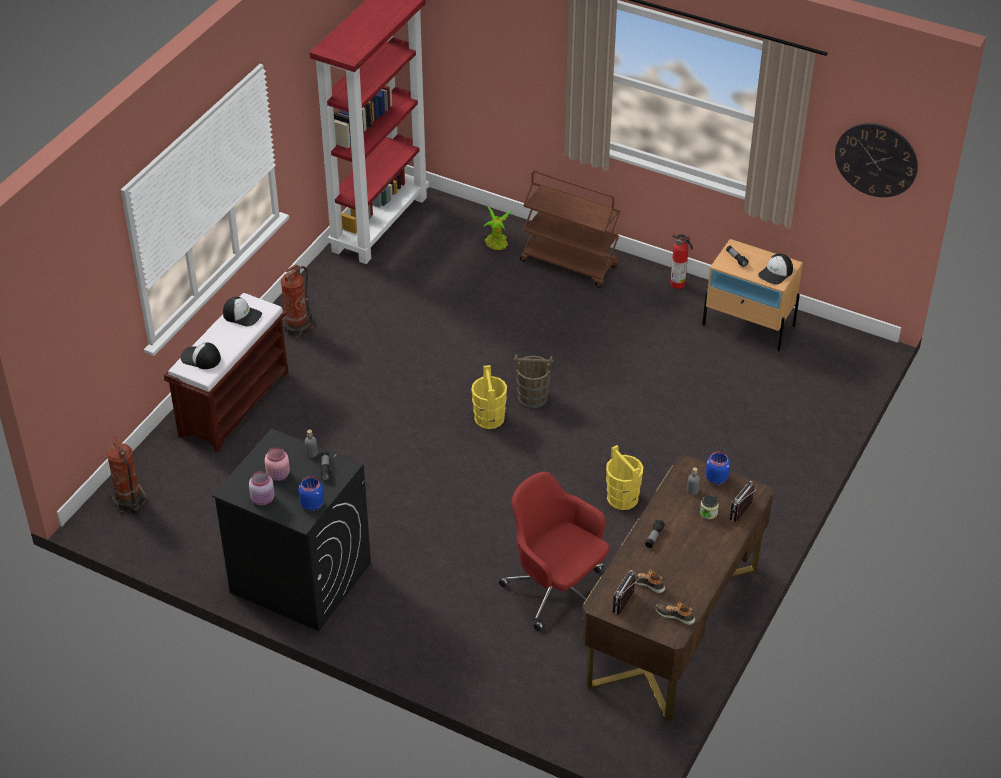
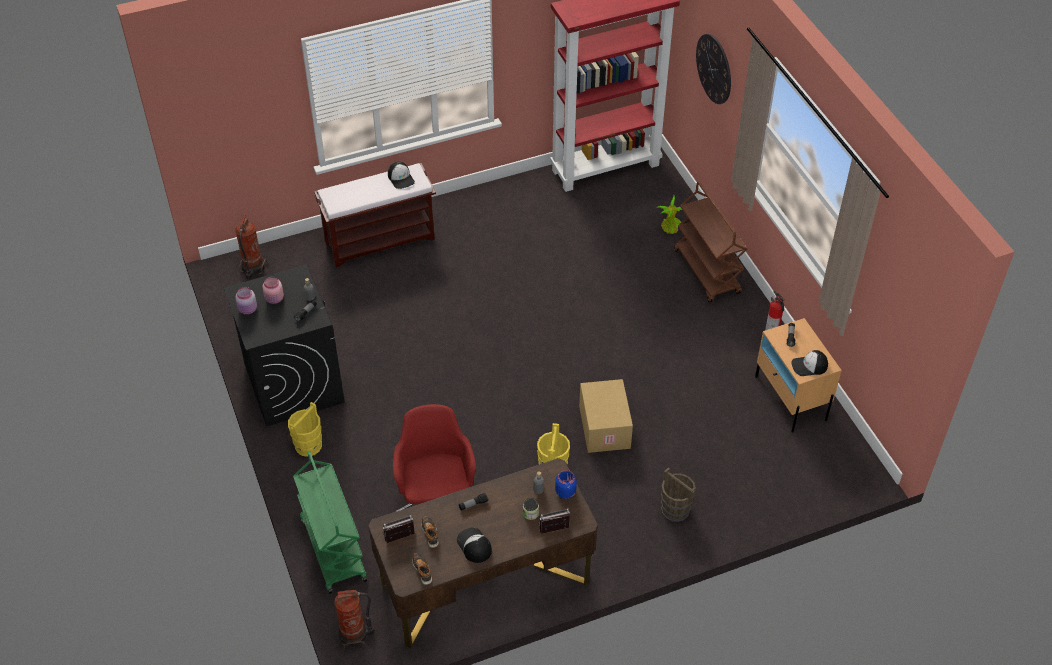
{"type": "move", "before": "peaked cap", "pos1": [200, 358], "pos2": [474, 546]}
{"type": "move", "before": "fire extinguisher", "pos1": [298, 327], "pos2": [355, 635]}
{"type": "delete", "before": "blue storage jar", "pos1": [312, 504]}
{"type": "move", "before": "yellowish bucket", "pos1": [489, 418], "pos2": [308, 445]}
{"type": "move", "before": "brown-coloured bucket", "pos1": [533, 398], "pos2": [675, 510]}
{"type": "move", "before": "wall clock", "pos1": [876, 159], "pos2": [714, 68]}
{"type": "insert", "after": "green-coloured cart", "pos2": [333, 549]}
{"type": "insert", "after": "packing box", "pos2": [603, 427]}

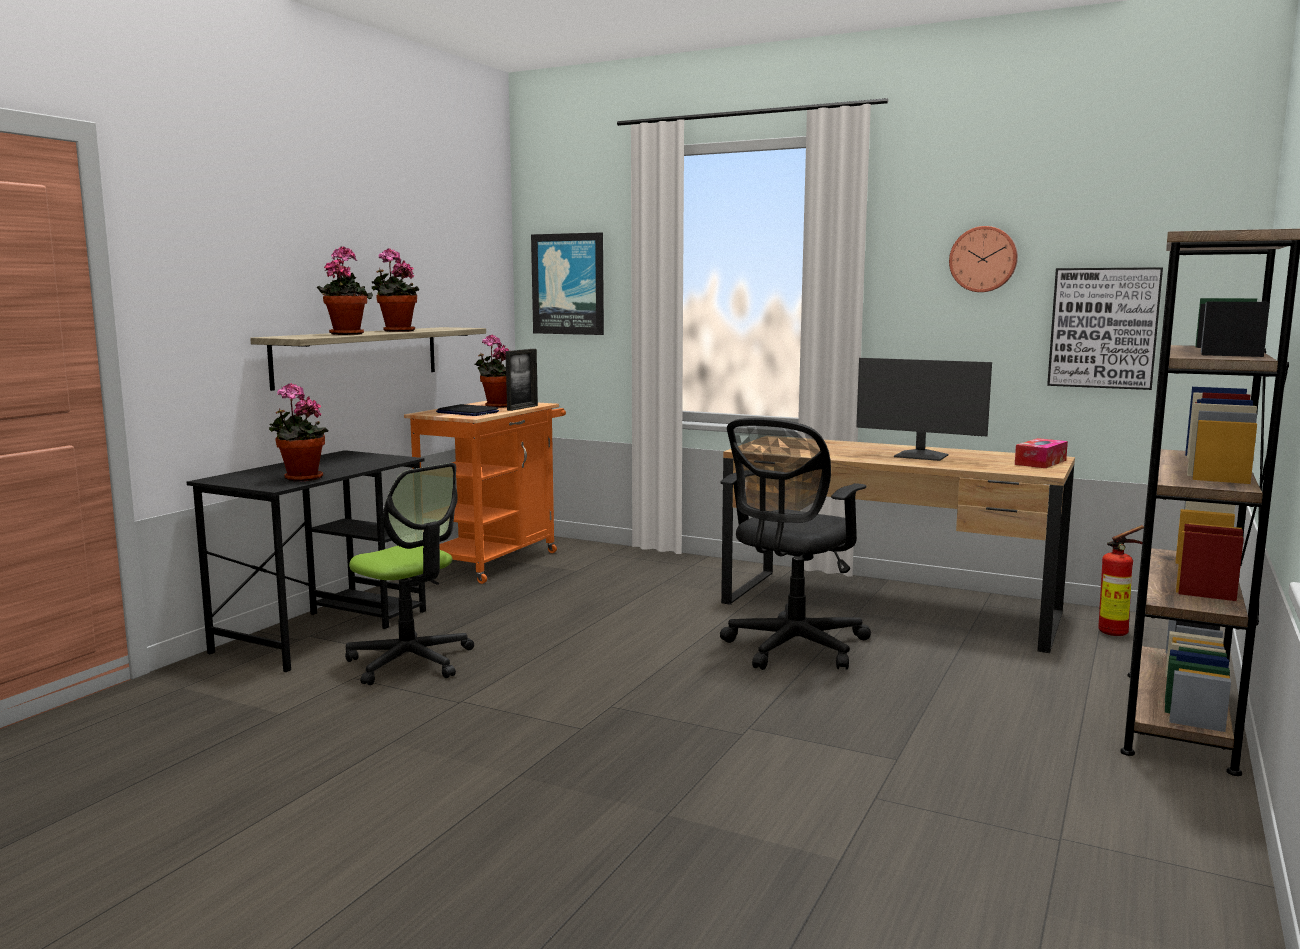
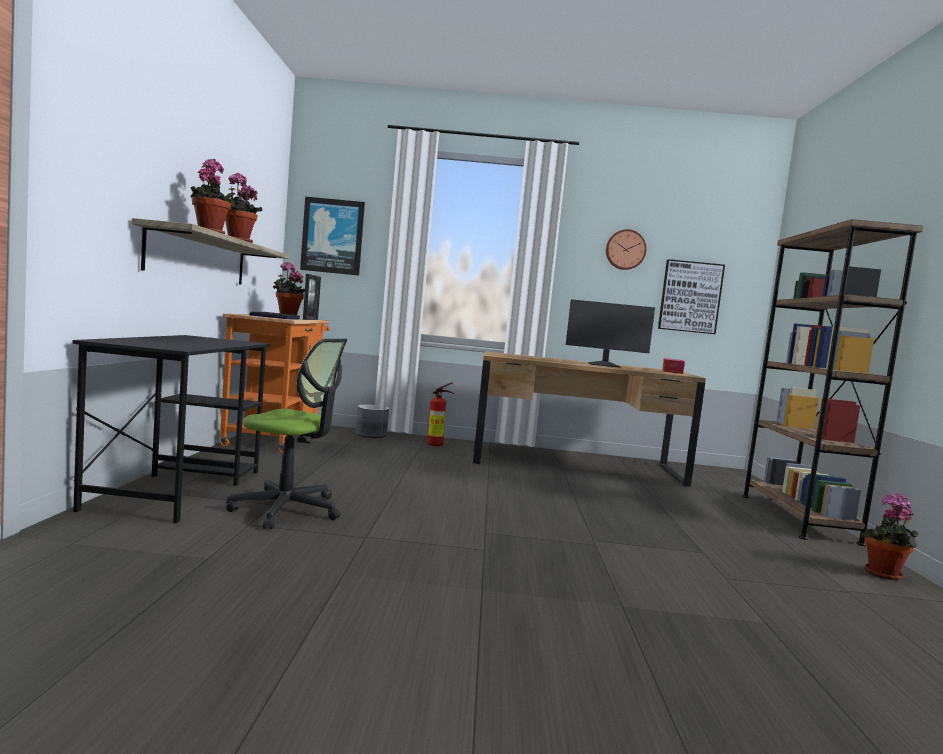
{"type": "move", "before": "plant in a pot", "pos1": [300, 478], "pos2": [884, 575]}
{"type": "delete", "before": "blackish desk chair", "pos1": [792, 649]}
{"type": "move", "before": "fire extinguisher", "pos1": [1117, 633], "pos2": [437, 445]}
{"type": "insert", "after": "grey flower pot", "pos2": [370, 434]}

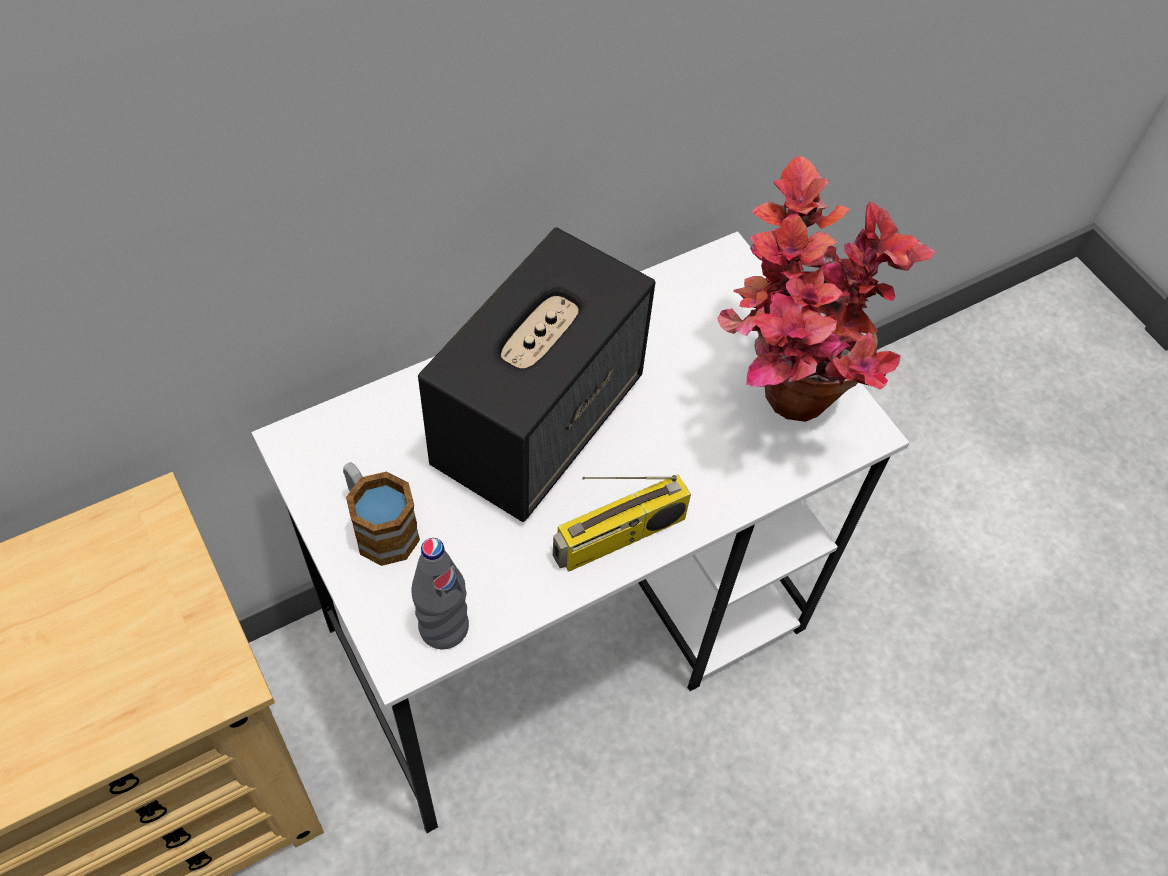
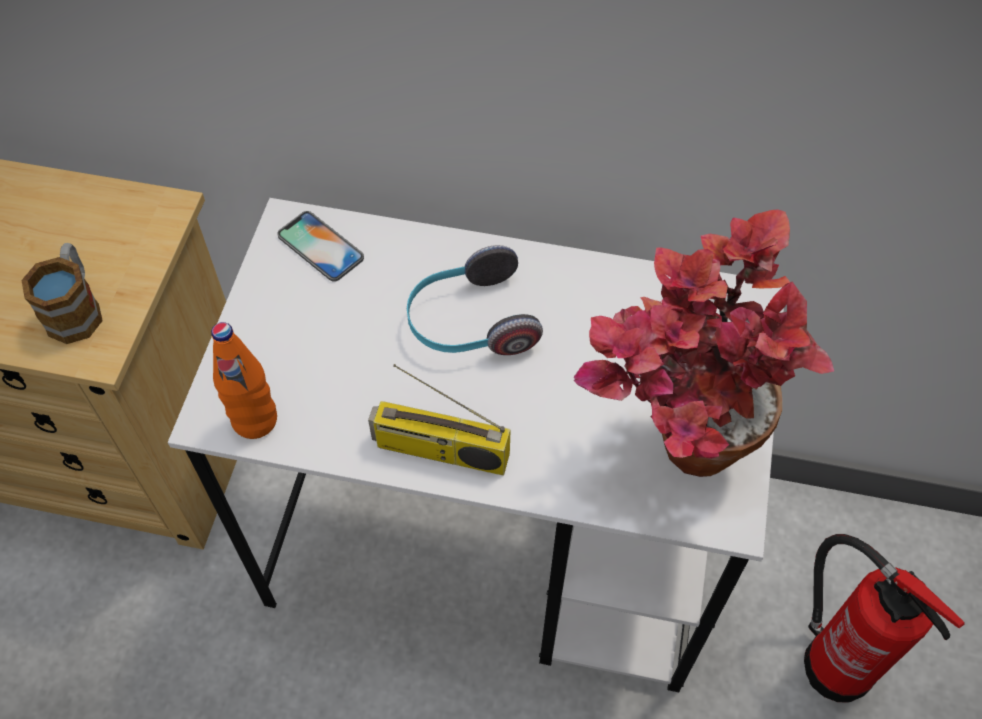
{"type": "move", "before": "tea mug", "pos1": [379, 526], "pos2": [76, 309]}
{"type": "recolor", "before": "grey drink bottle", "after": "orangey drink bottle", "pos1": [444, 628], "pos2": [255, 420]}
{"type": "replace", "before": "loudspeaker", "after": "headphones", "pos1": [539, 420], "pos2": [469, 323]}
{"type": "insert", "after": "telephone", "pos2": [320, 246]}
{"type": "insert", "after": "fire extinguisher", "pos2": [833, 660]}

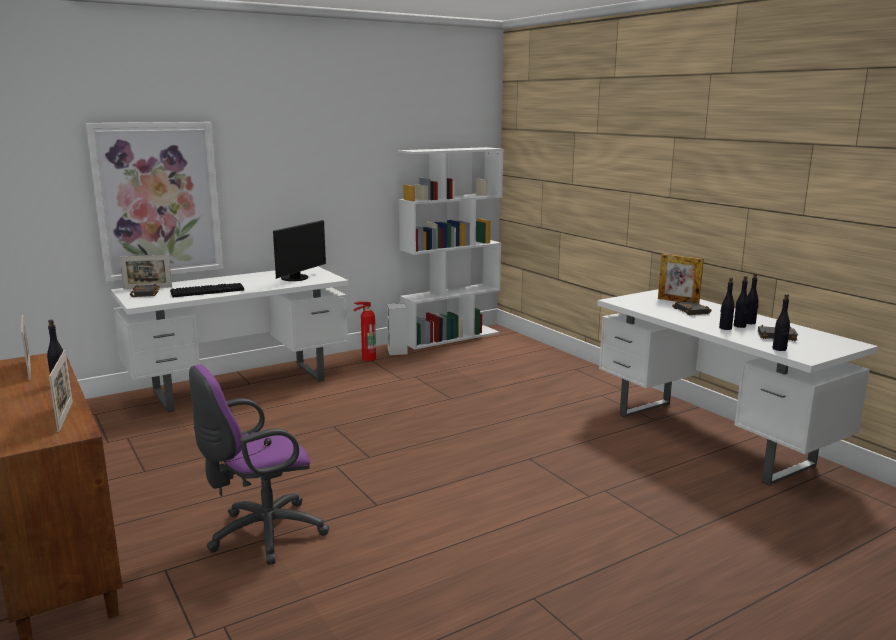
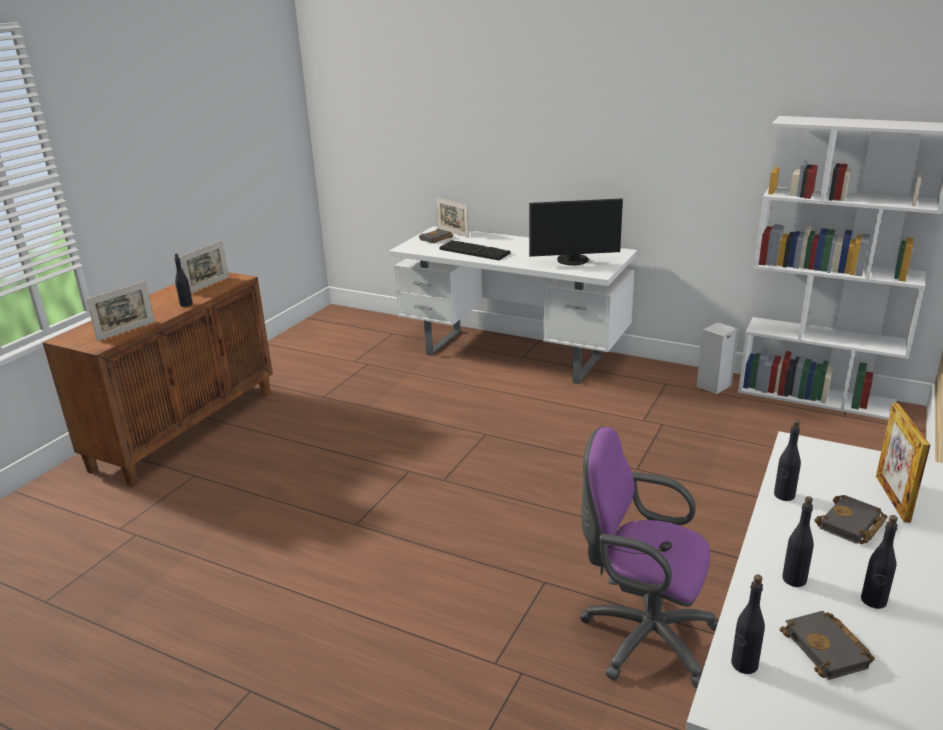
{"type": "delete", "before": "picture", "pos1": [158, 200]}
{"type": "move", "before": "purplish desk chair", "pos1": [261, 534], "pos2": [641, 636]}
{"type": "delete", "before": "fire extinguisher", "pos1": [367, 359]}
{"type": "move", "before": "blackish drink bottle", "pos1": [739, 326], "pos2": [784, 495]}

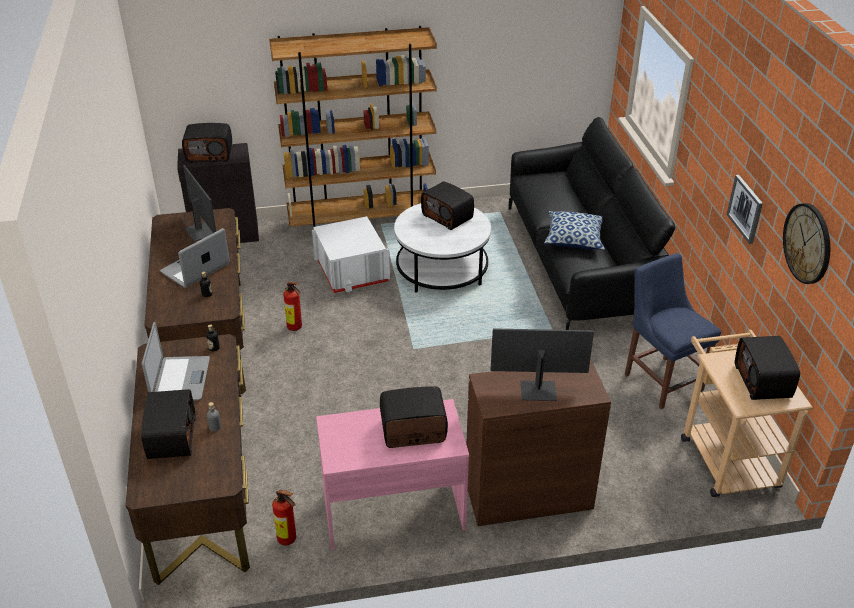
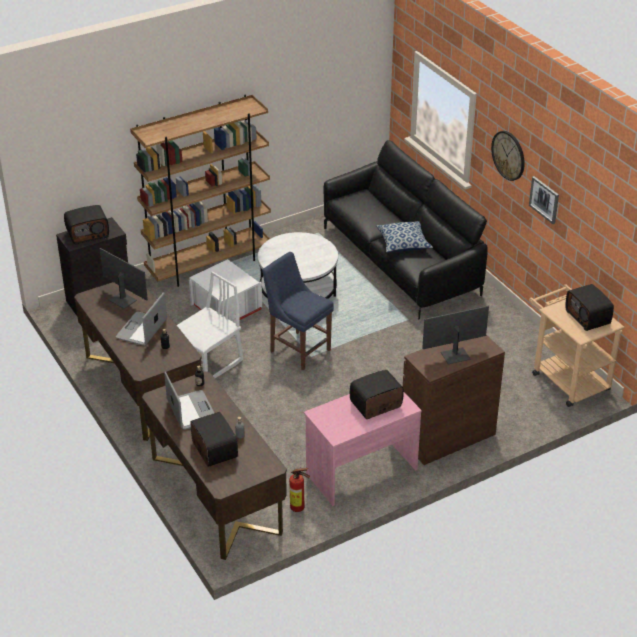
{"type": "replace", "before": "fire extinguisher", "after": "white plain chair", "pos1": [295, 328], "pos2": [209, 362]}
{"type": "delete", "before": "radio", "pos1": [448, 216]}
{"type": "move", "before": "blue plain chair", "pos1": [661, 380], "pos2": [298, 349]}
{"type": "move", "before": "wall clock", "pos1": [807, 243], "pos2": [508, 155]}

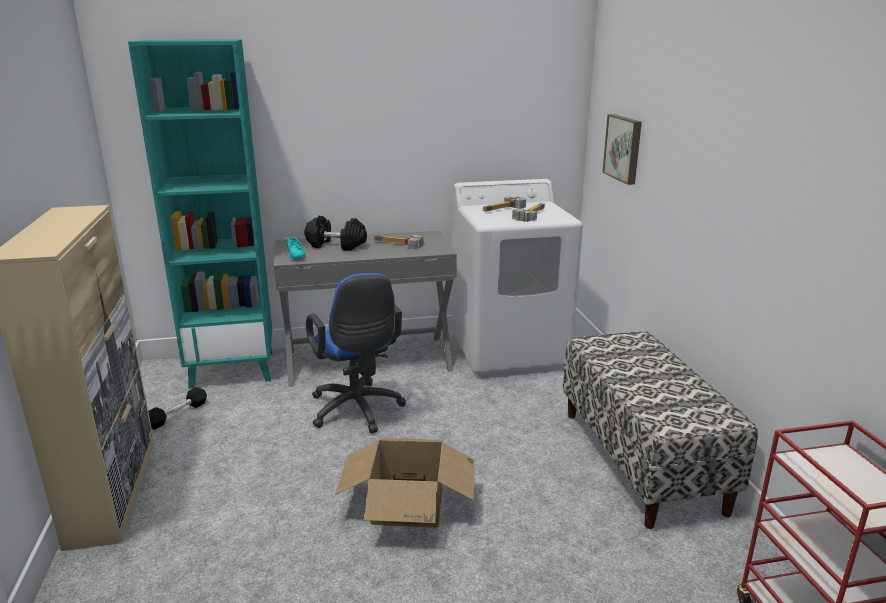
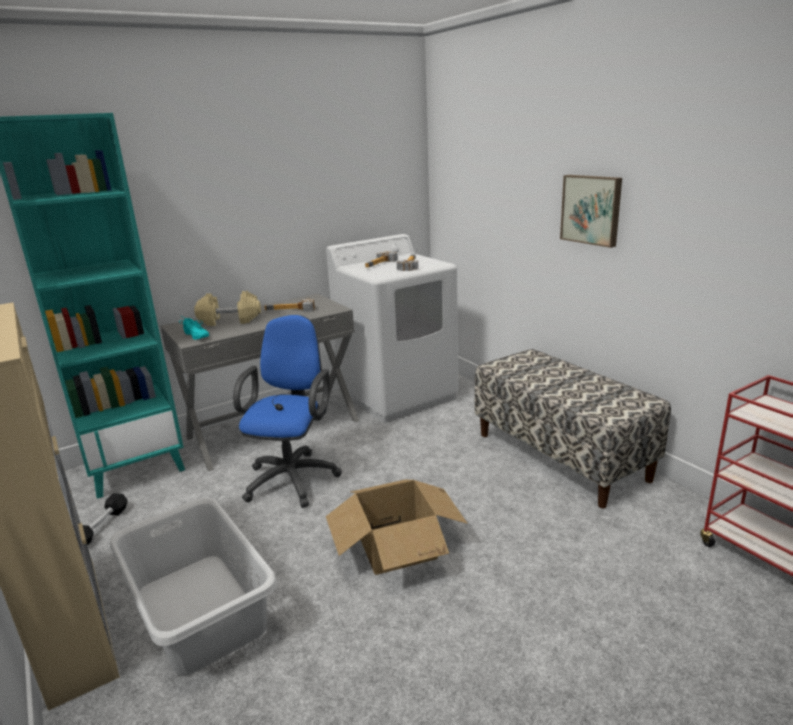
{"type": "recolor", "before": "blackish hand weight", "after": "beige-coloured hand weight", "pos1": [336, 245], "pos2": [229, 321]}
{"type": "rotate", "before": "blue desk chair", "pos1": [357, 411], "pos2": [294, 477], "turn": -120}
{"type": "move", "before": "picture", "pos1": [624, 148], "pos2": [591, 209]}
{"type": "insert", "after": "grey washing basket", "pos2": [199, 611]}

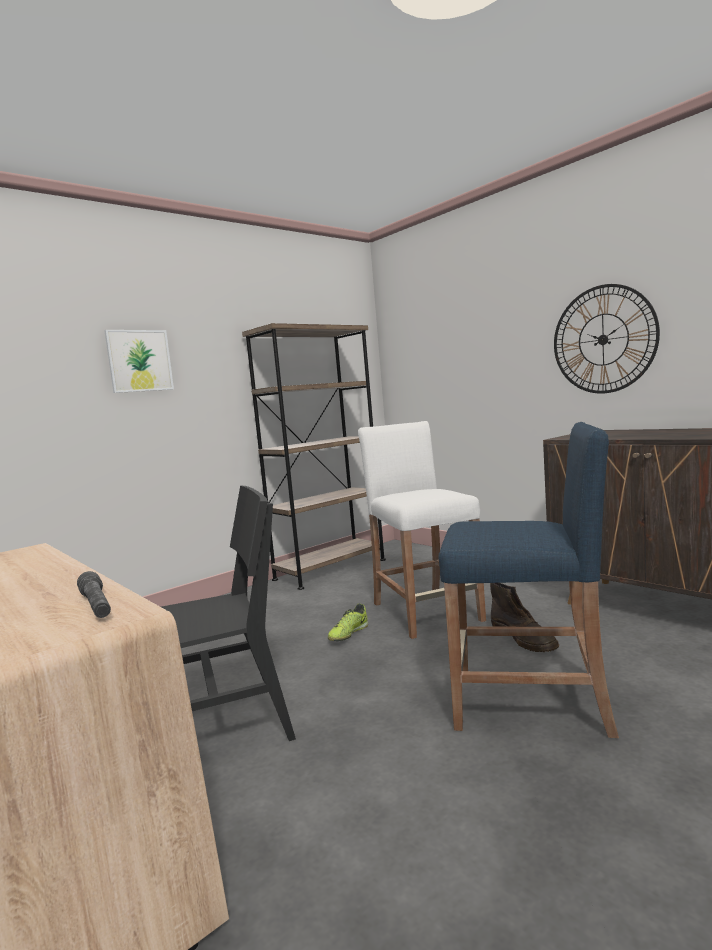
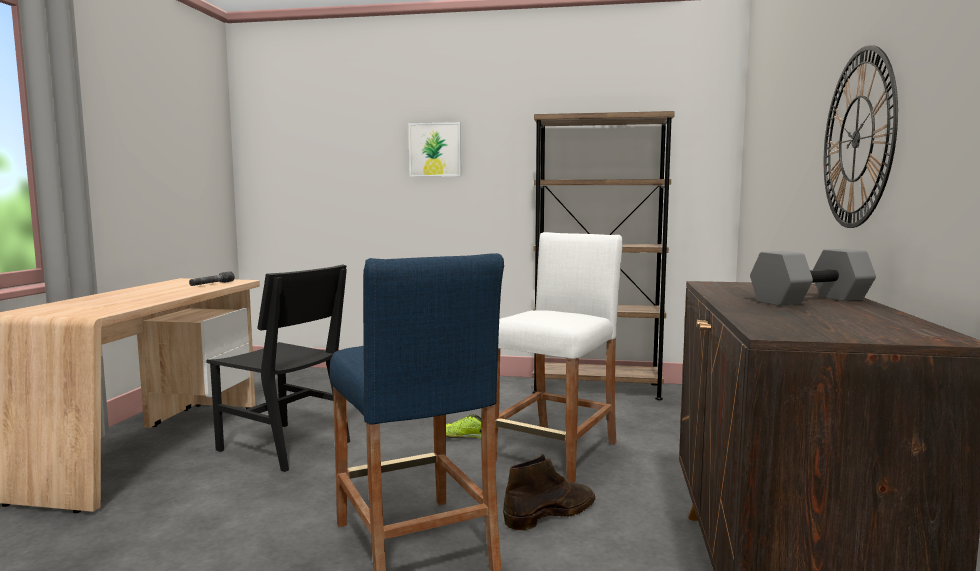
{"type": "move", "before": "grey hand torch", "pos1": [96, 605], "pos2": [211, 284]}
{"type": "rotate", "before": "brown-coloured high-top boot", "pos1": [524, 639], "pos2": [551, 513], "turn": -150}
{"type": "insert", "after": "grey hand weight", "pos2": [810, 300]}

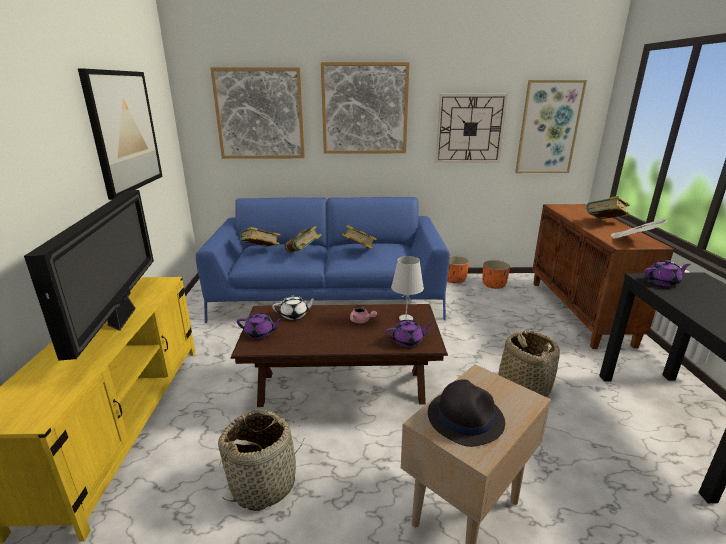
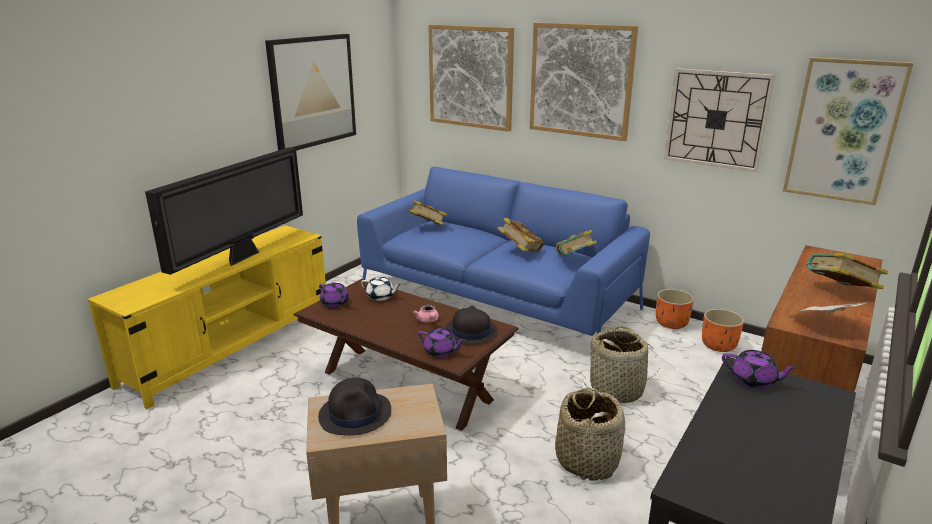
{"type": "move", "before": "household basket", "pos1": [264, 483], "pos2": [617, 390]}
{"type": "move", "before": "bound book", "pos1": [303, 253], "pos2": [574, 259]}
{"type": "replace", "before": "white table lamp", "after": "blackish clothing hat", "pos1": [405, 318], "pos2": [470, 332]}

